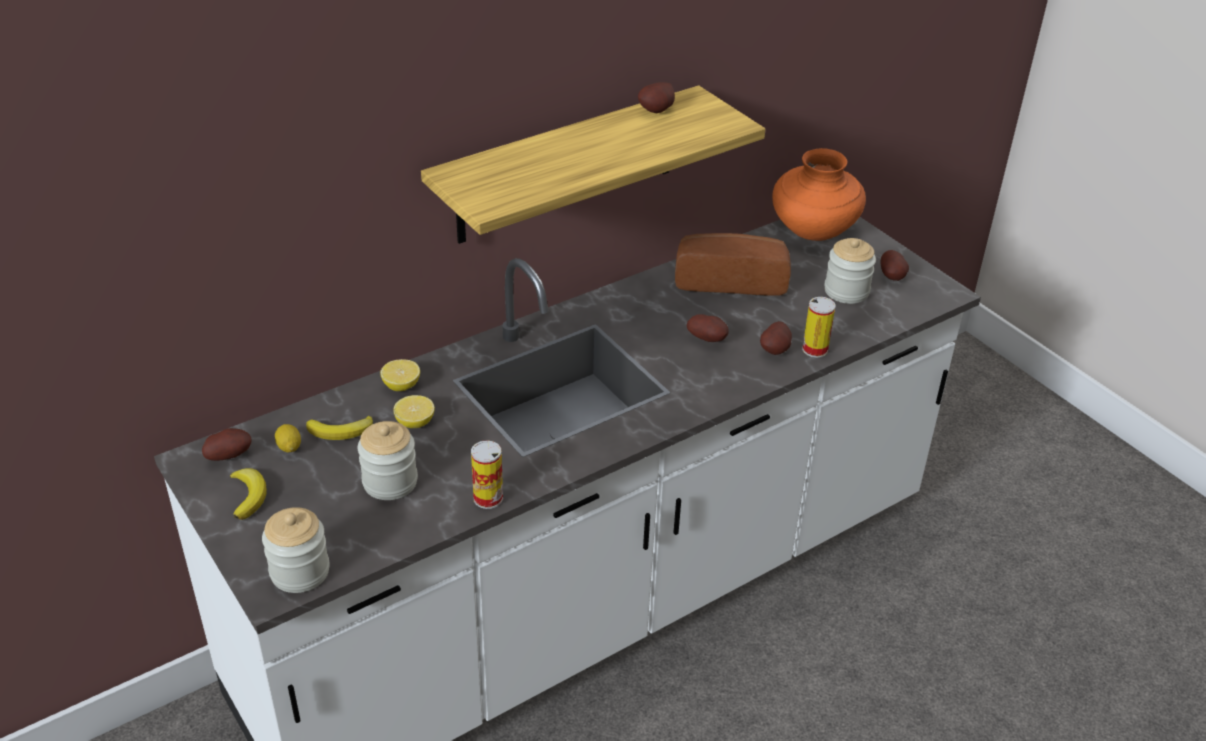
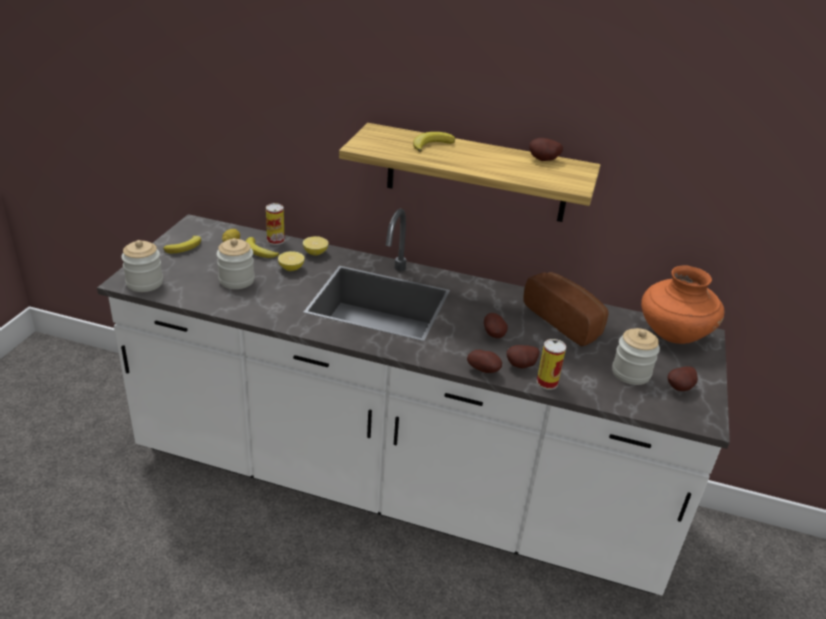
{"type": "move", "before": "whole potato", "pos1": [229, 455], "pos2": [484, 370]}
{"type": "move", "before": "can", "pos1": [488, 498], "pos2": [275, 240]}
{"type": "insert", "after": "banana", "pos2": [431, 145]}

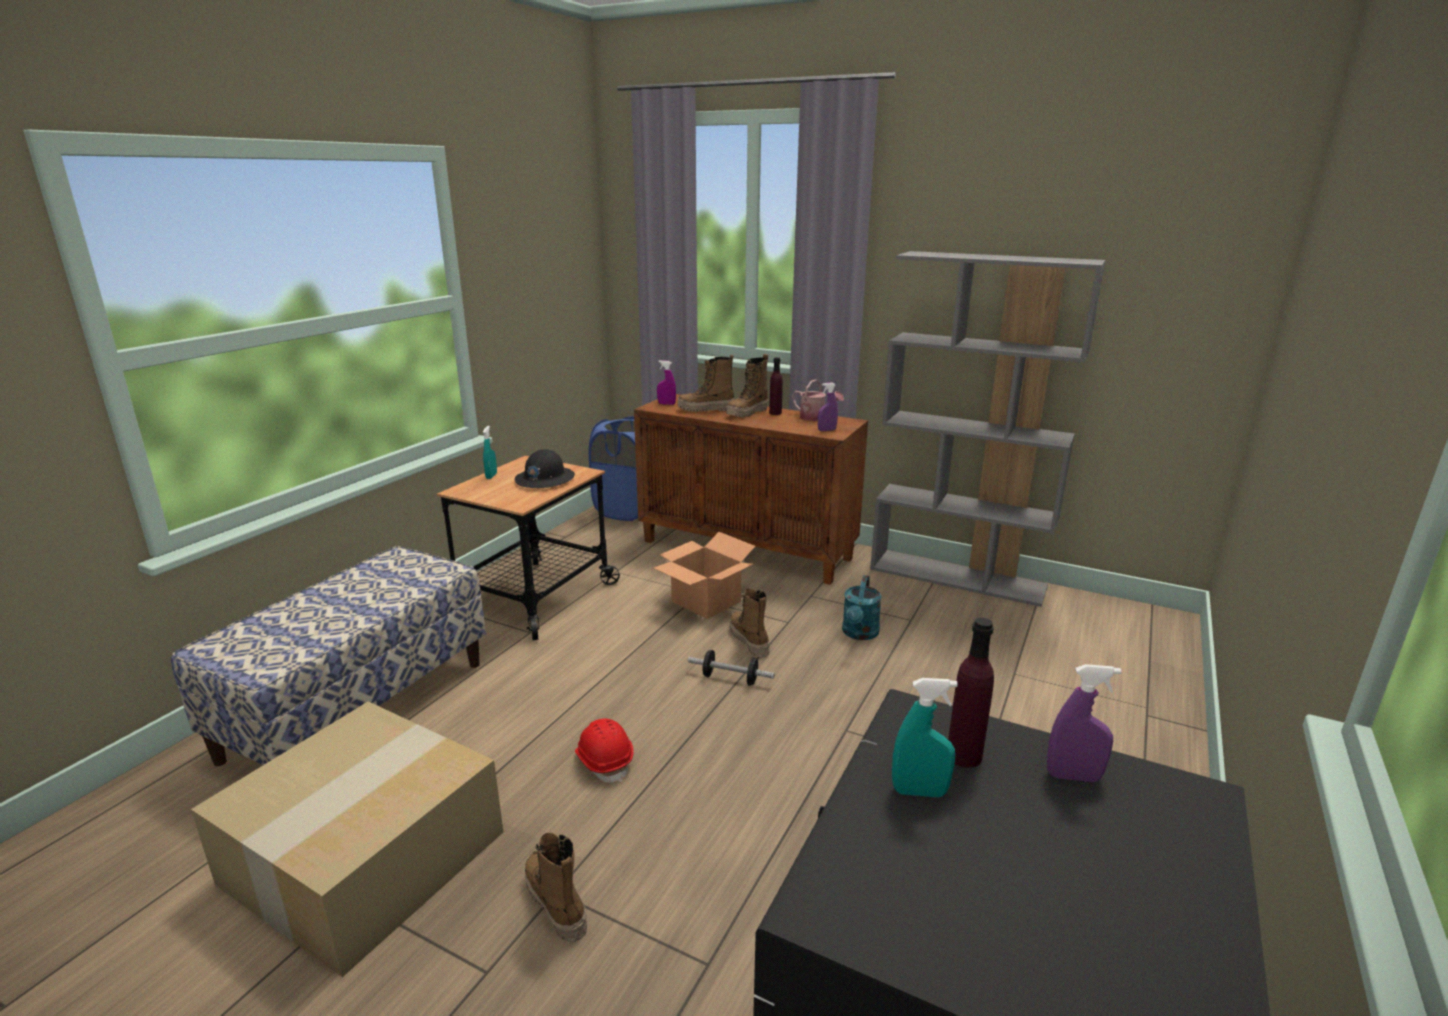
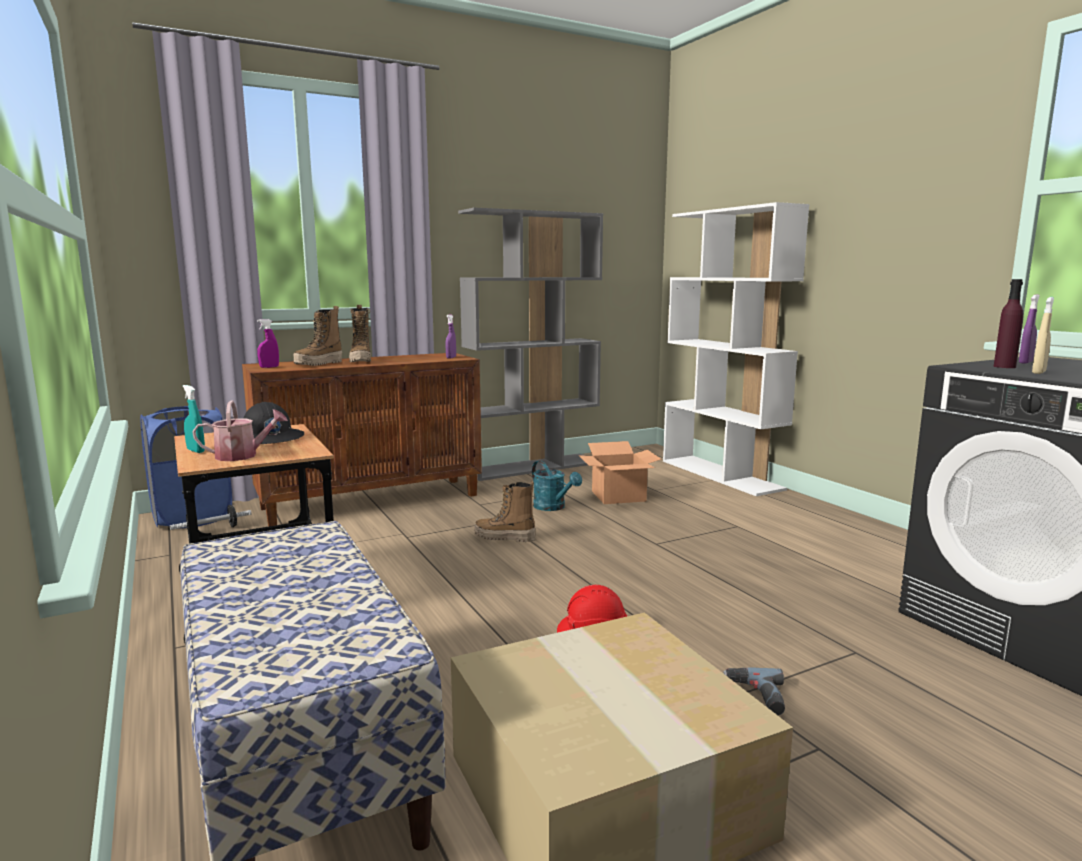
{"type": "replace", "before": "high-top boot", "after": "drill", "pos1": [555, 904], "pos2": [756, 696]}
{"type": "move", "before": "packing box", "pos1": [707, 601], "pos2": [619, 496]}
{"type": "move", "before": "hand weight", "pos1": [730, 679], "pos2": [212, 530]}
{"type": "delete", "before": "purplish drink bottle", "pos1": [775, 413]}
{"type": "move", "before": "watering pot", "pos1": [815, 418], "pos2": [242, 456]}
{"type": "recolor", "before": "turquoise spray bottle", "after": "beige-coloured spray bottle", "pos1": [919, 792], "pos2": [1038, 372]}
{"type": "insert", "after": "white bookcase", "pos2": [721, 475]}

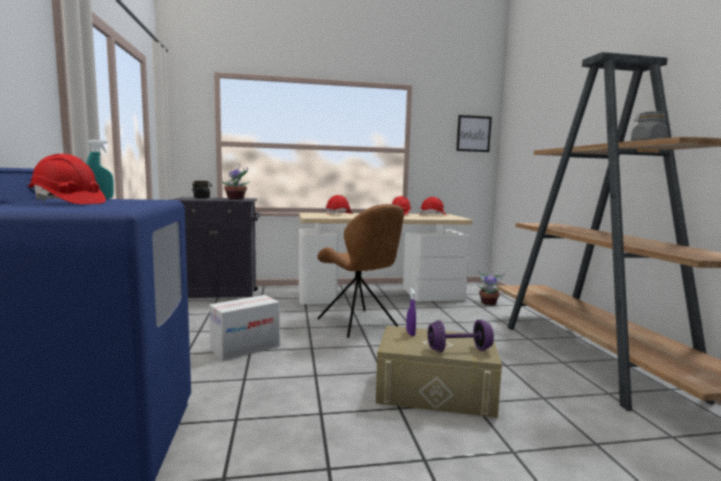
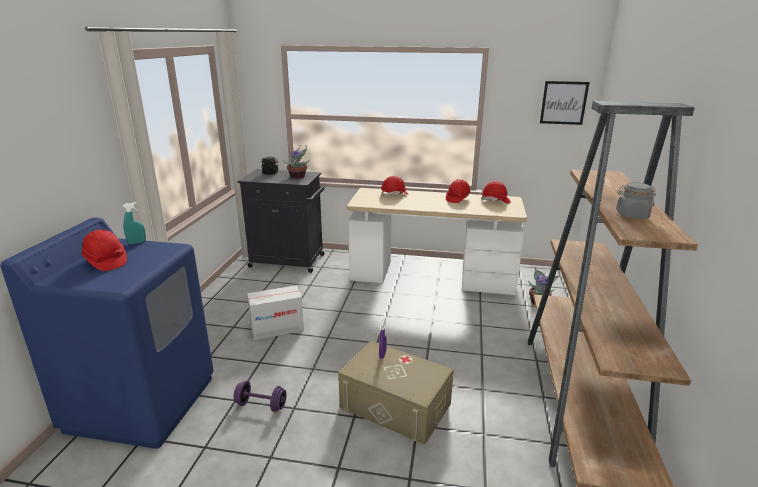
{"type": "delete", "before": "brown-coloured plain chair", "pos1": [358, 324]}
{"type": "move", "before": "purplish hand weight", "pos1": [459, 350], "pos2": [261, 405]}

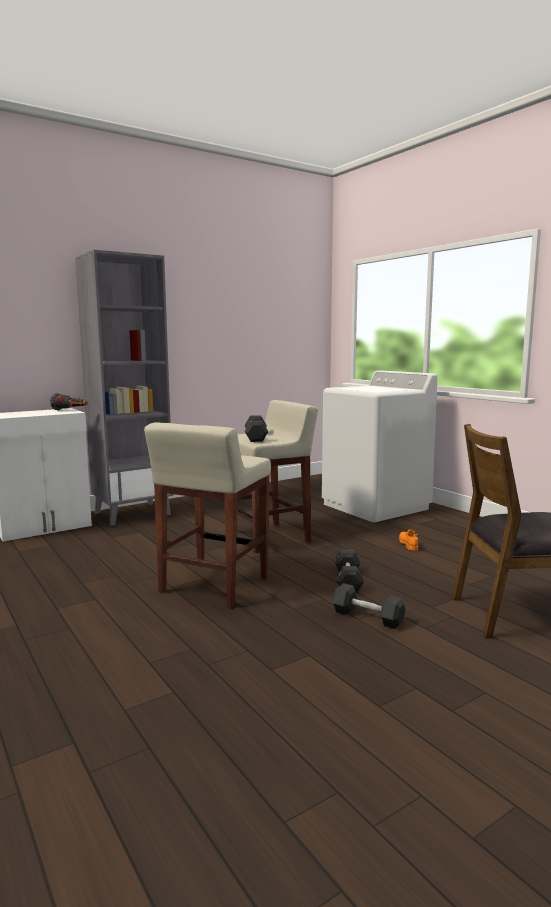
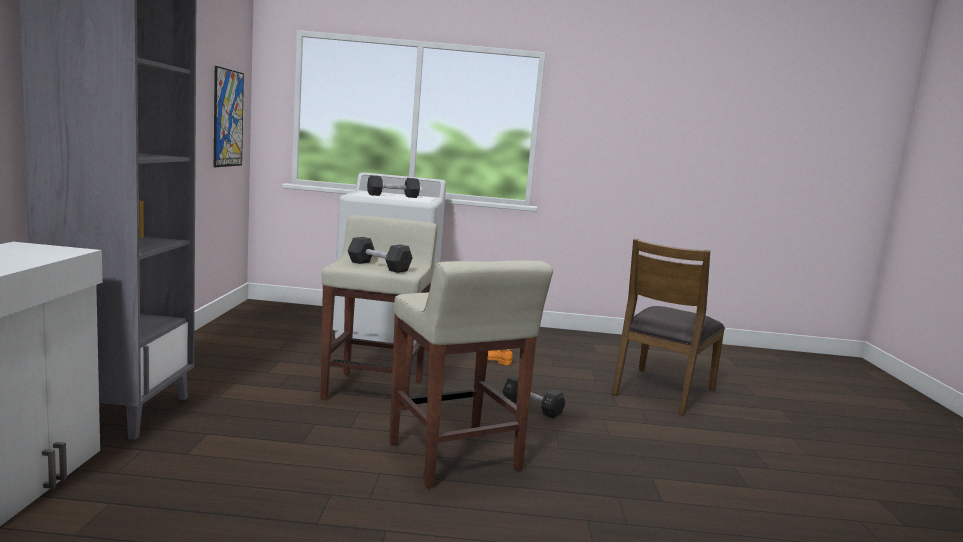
{"type": "delete", "before": "hand torch", "pos1": [71, 411]}
{"type": "move", "before": "blackish hand weight", "pos1": [367, 617], "pos2": [393, 196]}
{"type": "insert", "after": "picture", "pos2": [228, 118]}

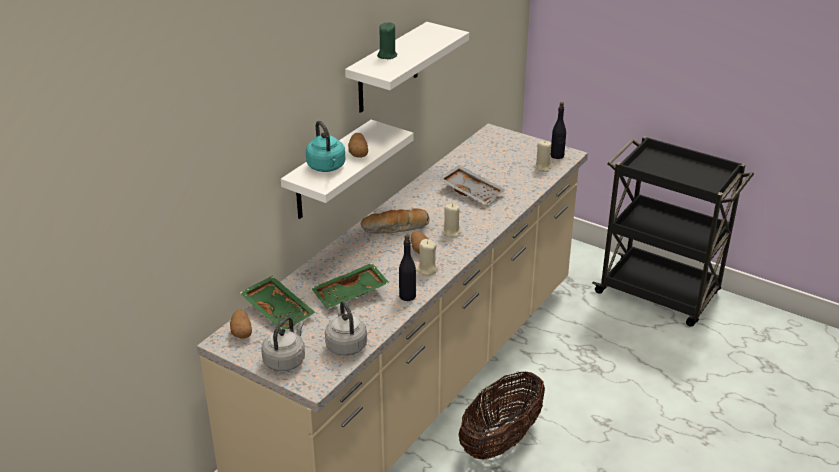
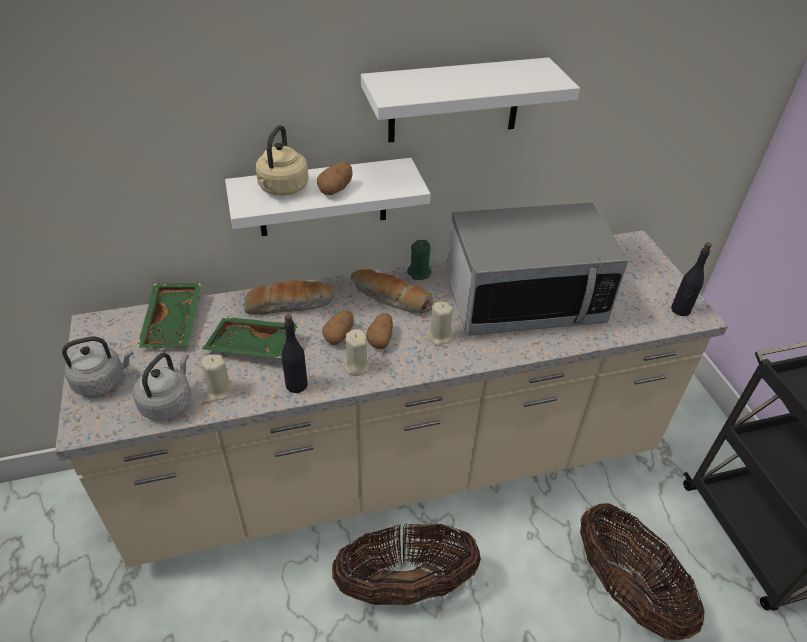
{"type": "move", "before": "whole potato", "pos1": [241, 332], "pos2": [339, 335]}
{"type": "recolor", "before": "turquoise water kettle", "after": "beige-coloured water kettle", "pos1": [327, 167], "pos2": [282, 189]}
{"type": "move", "before": "green-coloured candle", "pos1": [387, 55], "pos2": [419, 273]}
{"type": "replace", "before": "grey tray", "after": "microwave", "pos1": [472, 191], "pos2": [523, 300]}
{"type": "move", "before": "beige-coloured candle", "pos1": [543, 167], "pos2": [219, 391]}
{"type": "insert", "after": "bakery bread", "pos2": [290, 304]}
{"type": "insert", "after": "household basket", "pos2": [626, 590]}

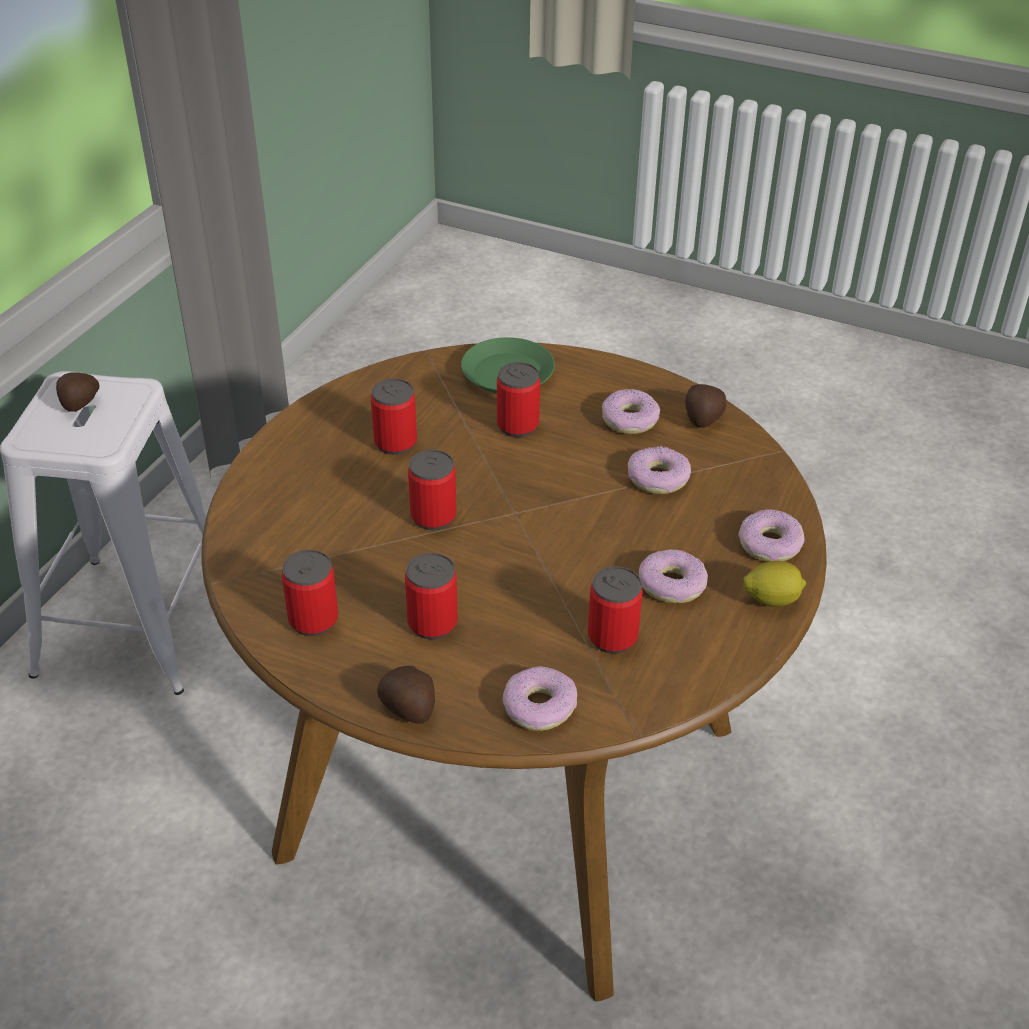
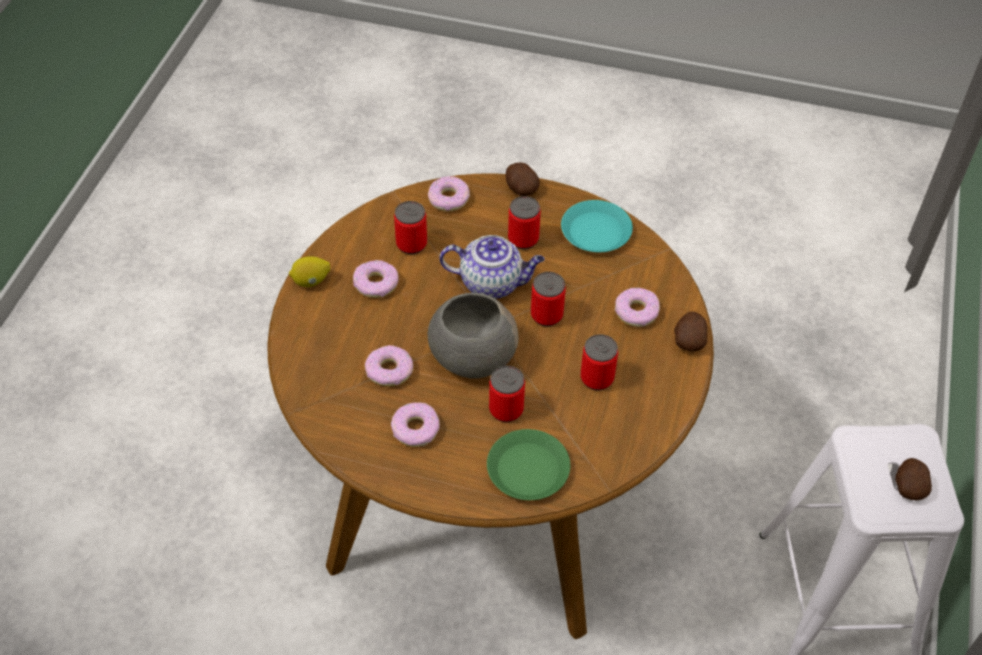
{"type": "replace", "before": "can", "after": "turquoise flat dish", "pos1": [313, 620], "pos2": [596, 232]}
{"type": "move", "before": "whole potato", "pos1": [702, 419], "pos2": [689, 340]}
{"type": "move", "before": "doughnut", "pos1": [770, 544], "pos2": [636, 312]}
{"type": "insert", "after": "grey serving bowl", "pos2": [471, 356]}
{"type": "insert", "after": "pot for tea", "pos2": [492, 283]}

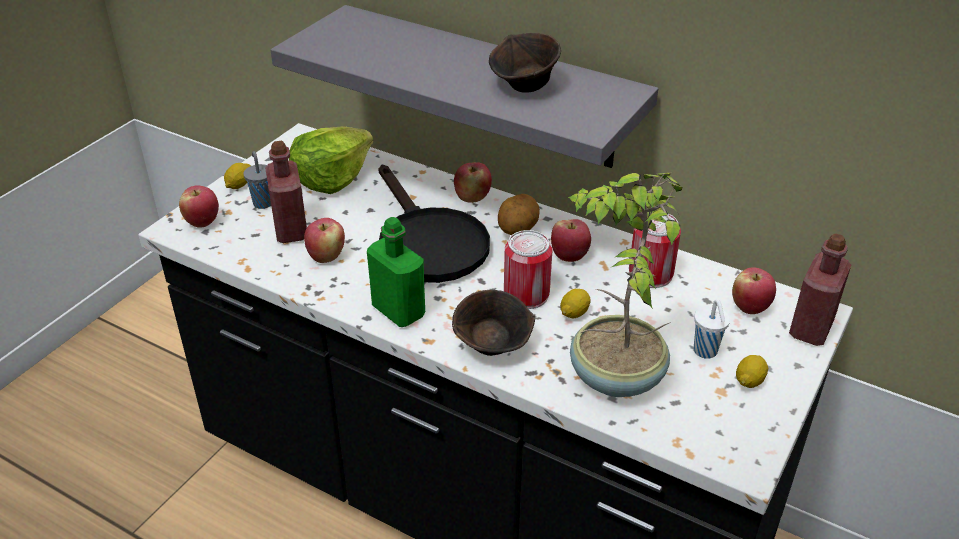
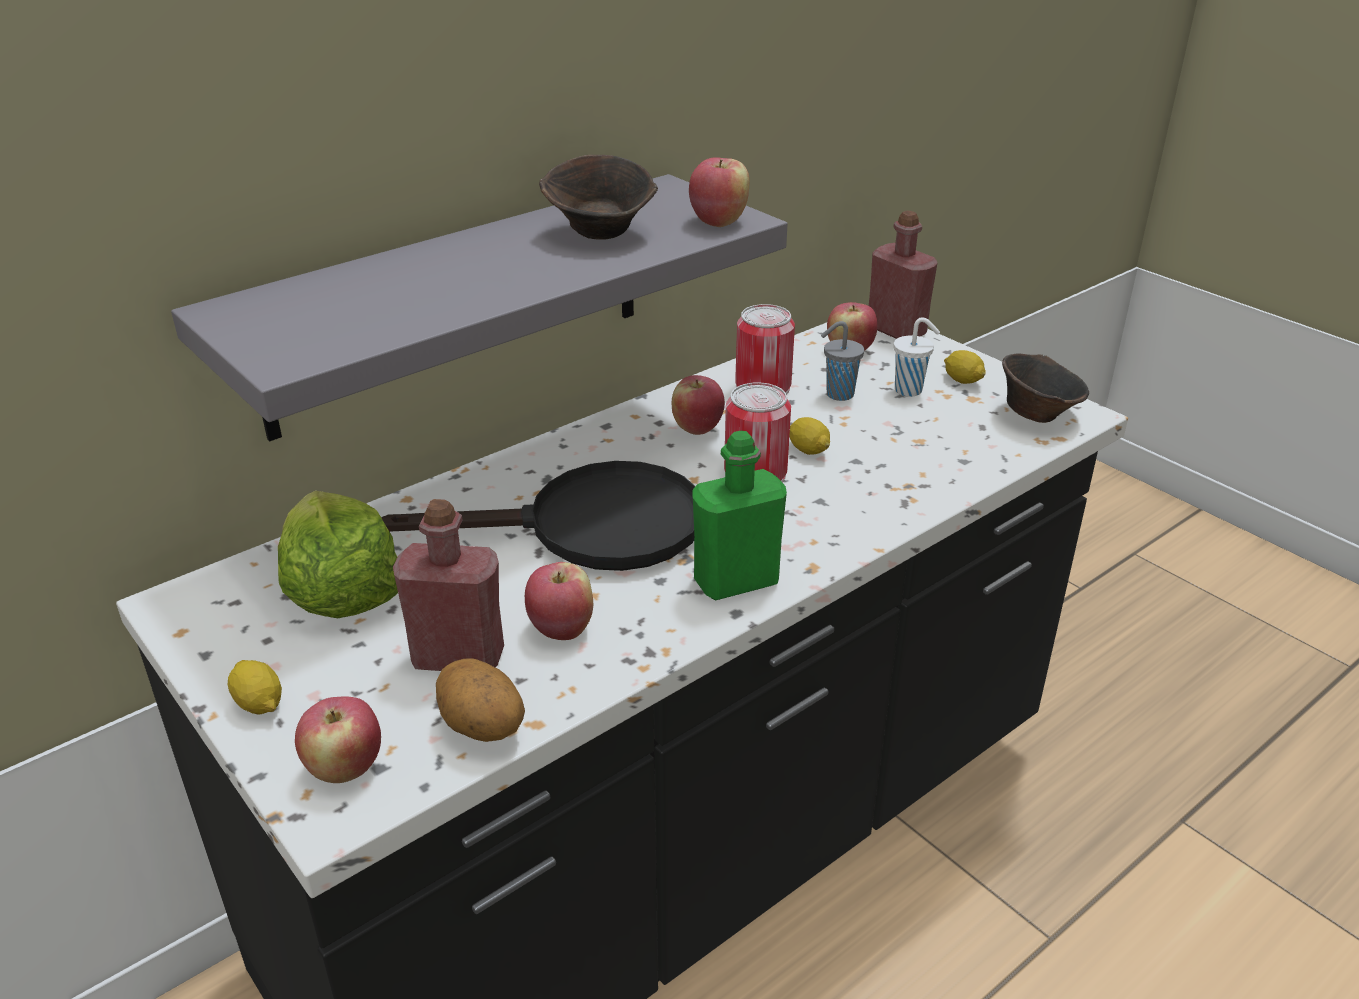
{"type": "move", "before": "grey cup", "pos1": [263, 202], "pos2": [838, 394]}
{"type": "move", "before": "brown-coloured serving bowl", "pos1": [493, 346], "pos2": [1036, 414]}
{"type": "move", "before": "apple fruit", "pos1": [472, 198], "pos2": [718, 221]}
{"type": "move", "before": "whole potato", "pos1": [517, 230], "pos2": [481, 729]}
{"type": "delete", "before": "plant in a pot", "pos1": [614, 378]}

